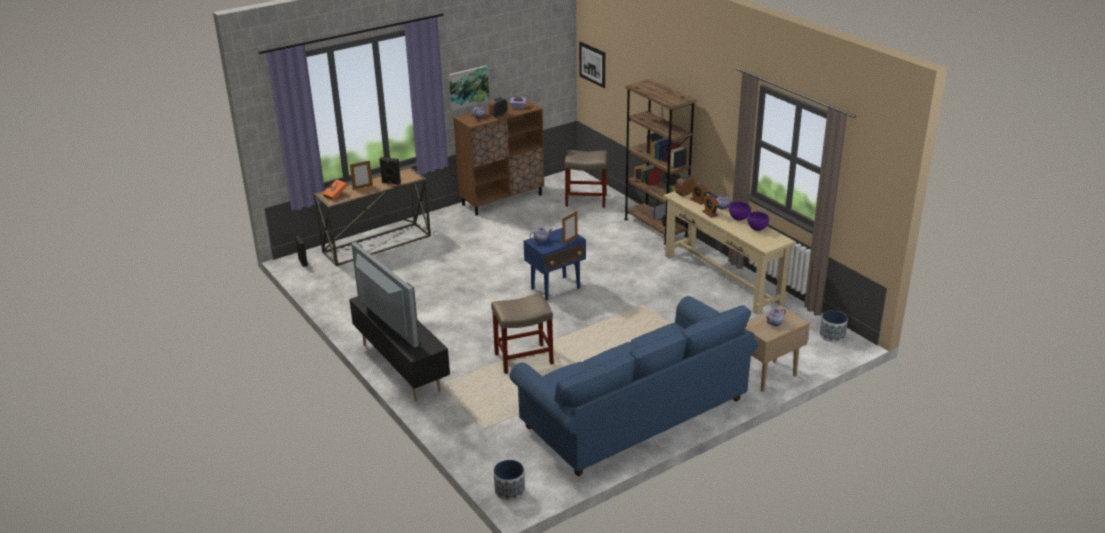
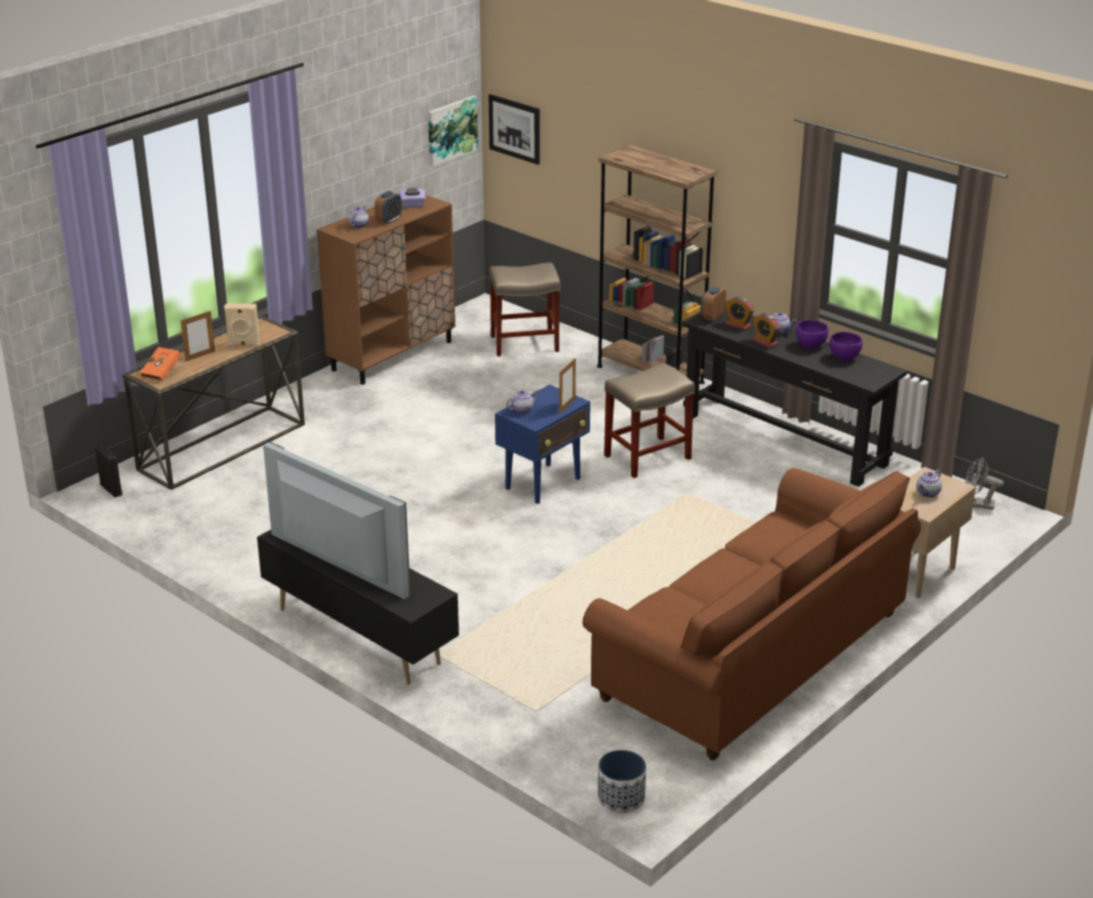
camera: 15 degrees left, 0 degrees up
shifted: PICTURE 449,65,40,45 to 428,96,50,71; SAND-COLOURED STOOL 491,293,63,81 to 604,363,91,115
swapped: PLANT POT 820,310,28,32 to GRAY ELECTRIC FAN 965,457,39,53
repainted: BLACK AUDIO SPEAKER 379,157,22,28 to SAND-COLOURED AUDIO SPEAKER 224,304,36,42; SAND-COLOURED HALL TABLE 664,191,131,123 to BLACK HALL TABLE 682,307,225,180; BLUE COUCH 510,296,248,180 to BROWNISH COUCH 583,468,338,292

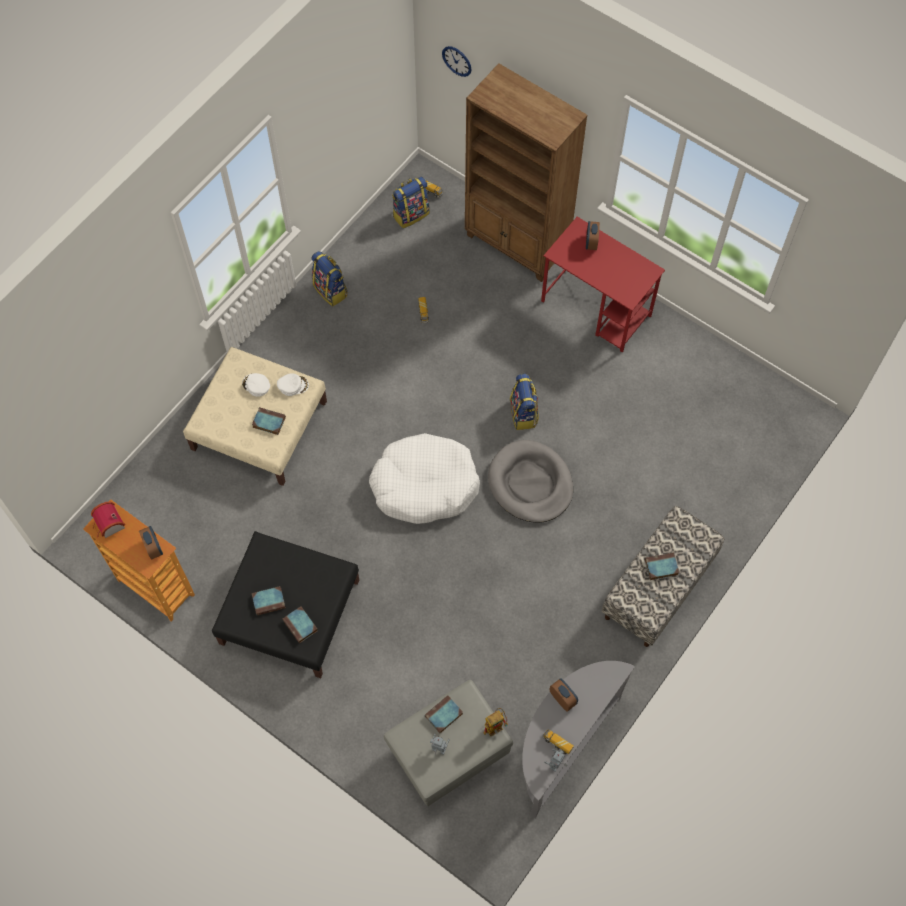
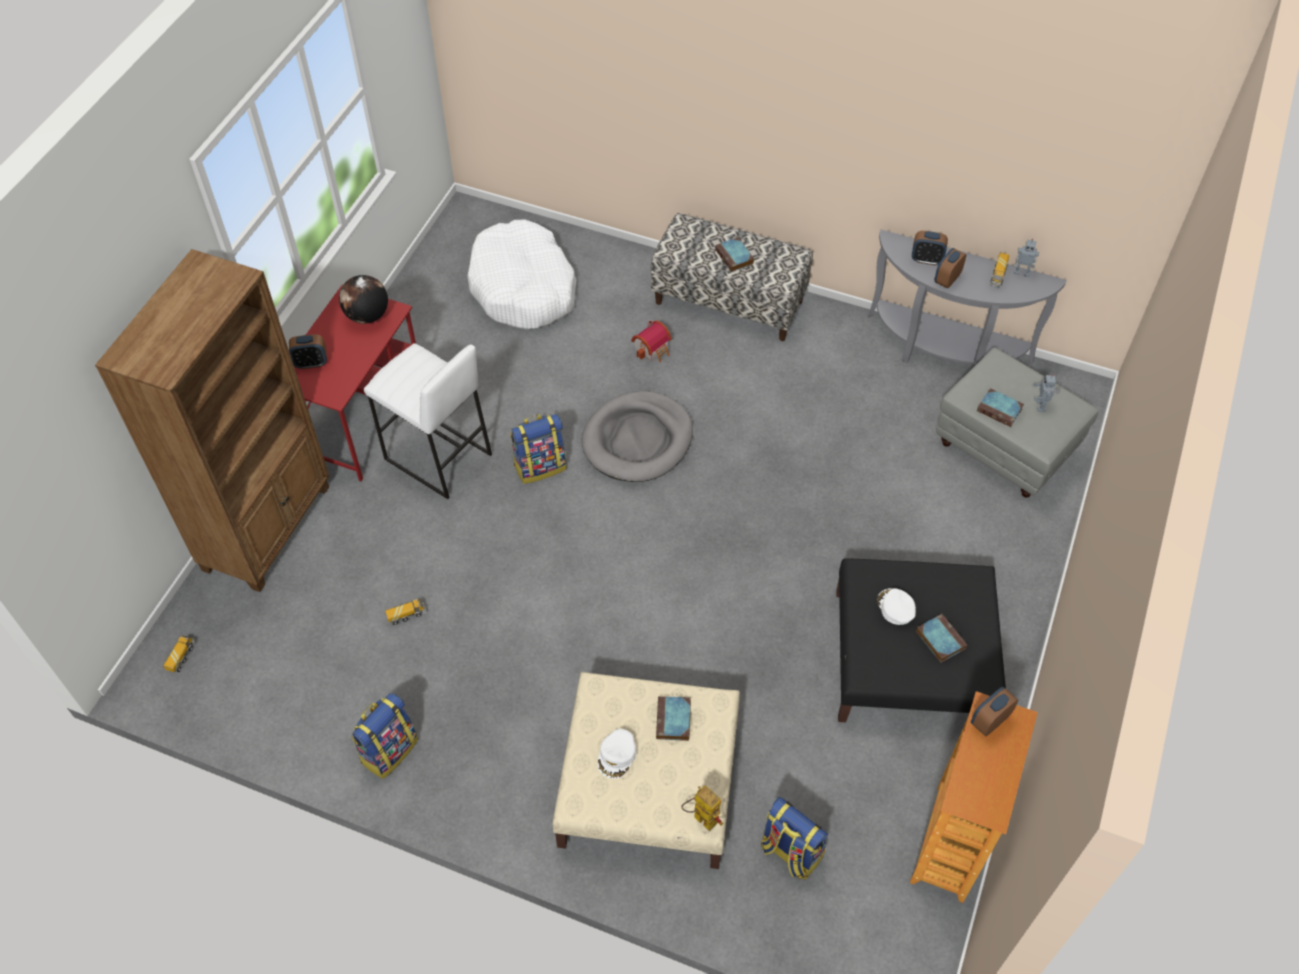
camera: 105 degrees left, 10 degrees down
gone: CLOCK ON THE WALL 442,46,30,31; BOOK 283,606,35,37
new: BEDSIDE CLOCK 912,231,36,34; GLOBE 339,275,49,49; WHITE-COLOURED STOOL 364,343,128,156
shifted: KNAPSACK 392,177,37,51 to 761,797,67,82; WHITE-COLOURED CAP 277,373,32,23 to 877,588,39,37; WHITE-COLOURED PET BED 369,433,111,91 to 467,220,110,109; MINIATURE HOUSE 91,502,34,36 to 631,320,41,42; MODEL ROBOT 484,708,24,29 to 681,786,42,45

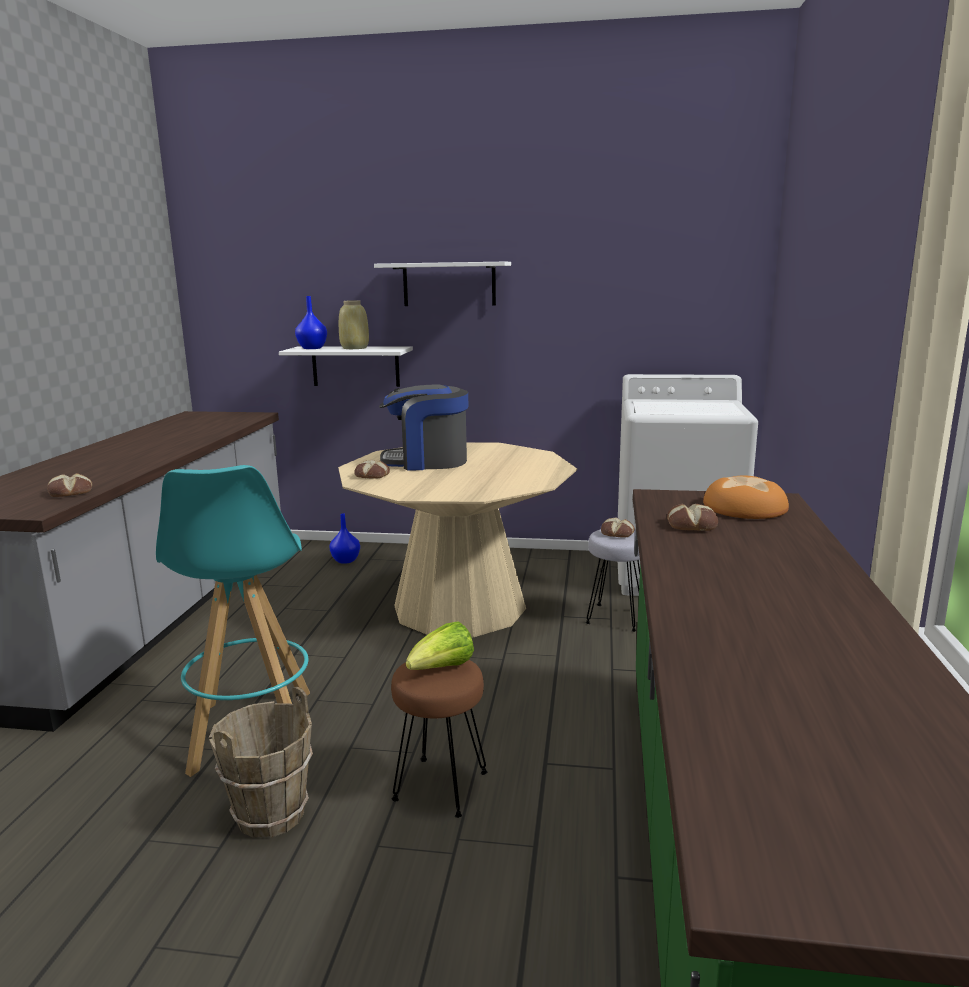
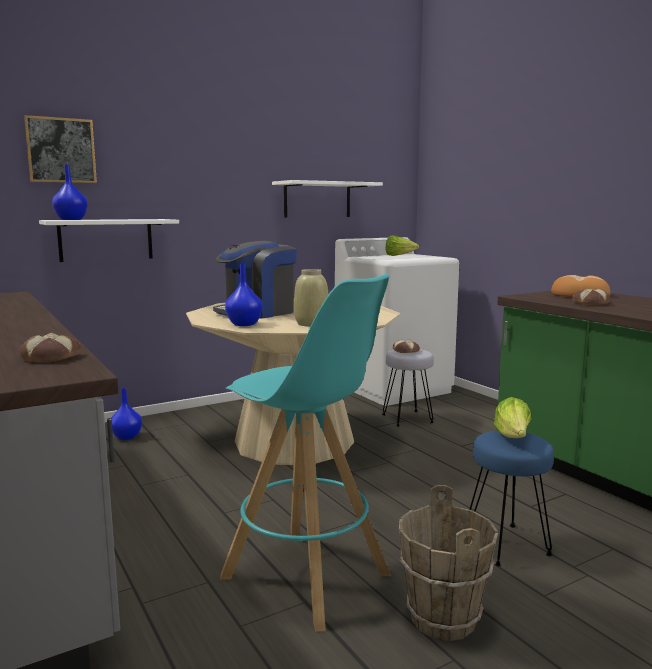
camera: 40 degrees left, 5 degrees down
new: PICTURE 24,115,73,68; HEAD OF LETTUCE 385,235,34,21
shifted: WHITE-COLOURED SHELF 374,262,137,44 to 272,180,111,38; SAND-COLOURED FLOWER VASE 339,300,30,49 to 294,269,34,58
swapped: BAKERY BREAD 354,460,36,19 to BLUE FLOWER VASE 225,264,37,62
repainted: BROWNISH STOOL 391,660,96,158 to BLUE STOOL 469,431,85,136

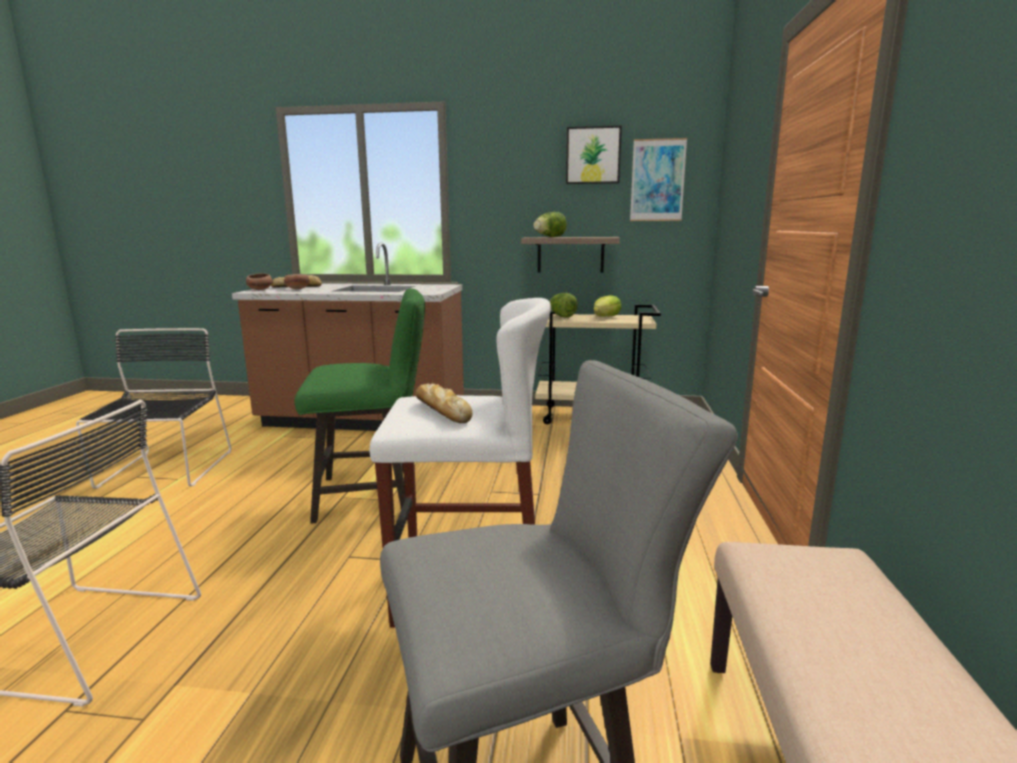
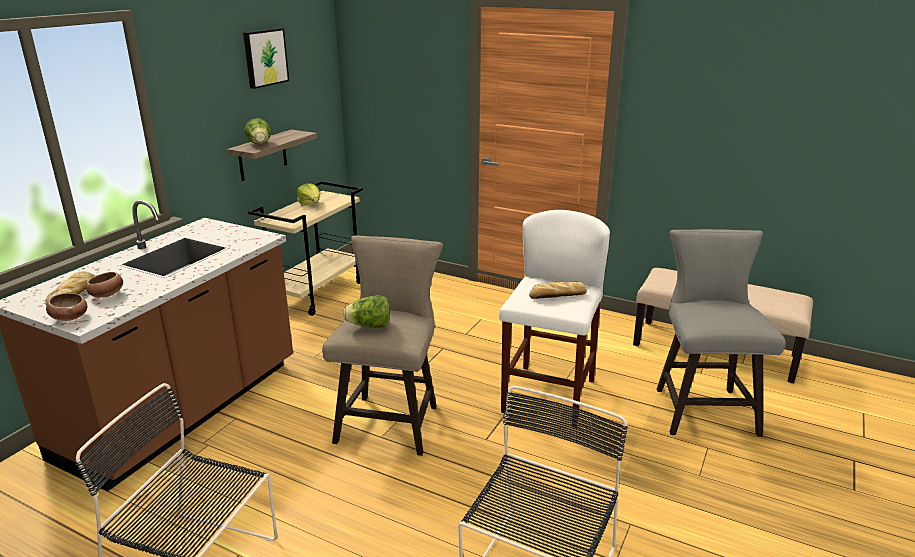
camera: 70 degrees left, 10 degrees up
gone: PICTURE 630,138,57,83
shifted: HEAD OF LETTUCE 550,293,28,25 to 343,295,47,33
repainted: GREENISH STOOL 295,289,130,235 to SAND-COLOURED STOOL 322,235,121,221

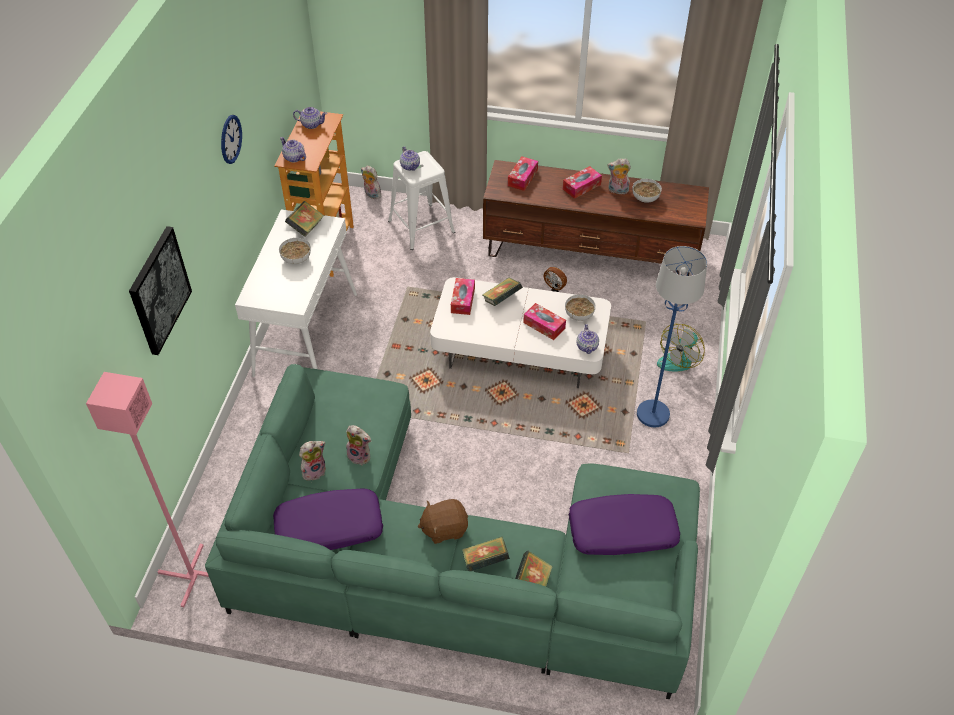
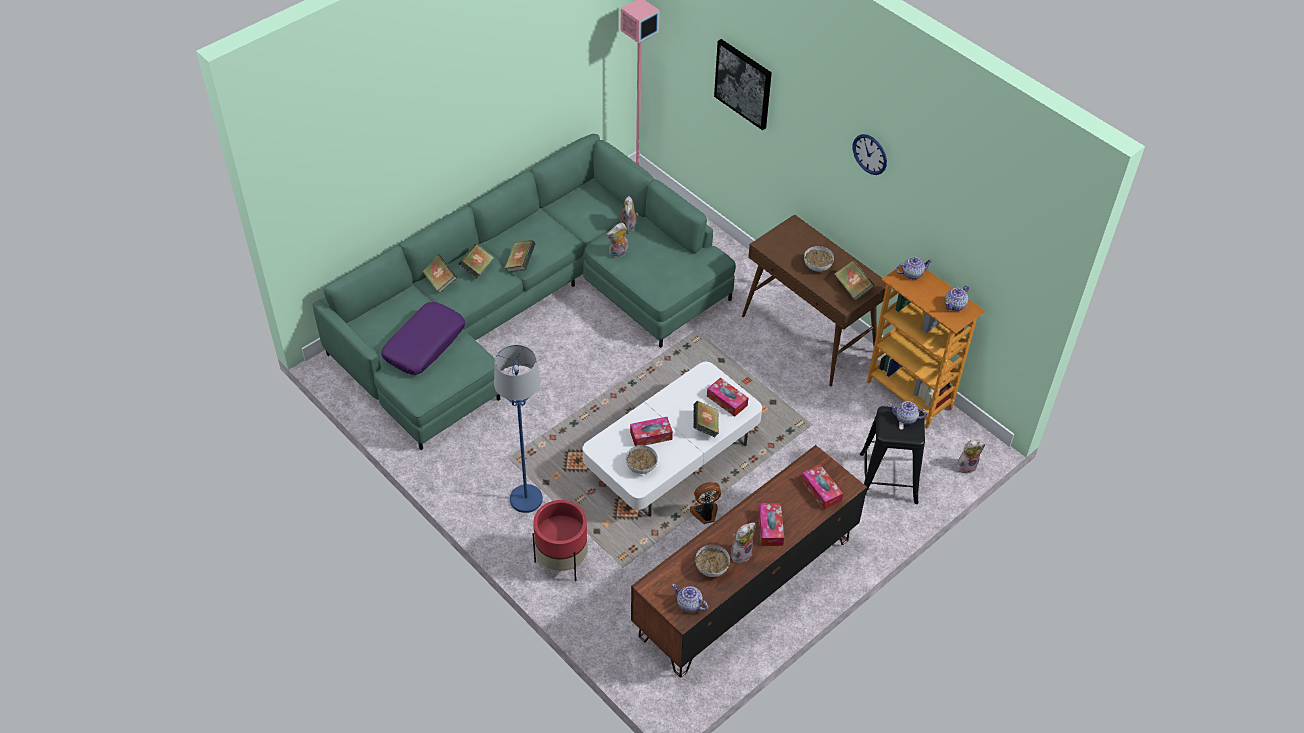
camera: 125 degrees right, 0 degrees up
gone: PURPLE-COLOURED THROW PILLOW 273,489,110,61
shifted: TEA POT 576,324,23,30 to 672,584,36,28
swapped: ELECTRIC FAN 657,324,48,48 to RED-COLOURED PLANT POT 532,500,56,81; BROWNISH CUDDLY TOY 418,499,50,45 to BOOK 504,240,32,32
repainted: WHITE-COLOURED STOOL 388,151,67,99 to BLACK STOOL 860,406,65,98; WHITE-COLOURED HALL TABLE 235,209,122,168 to BROWNISH HALL TABLE 742,214,144,172

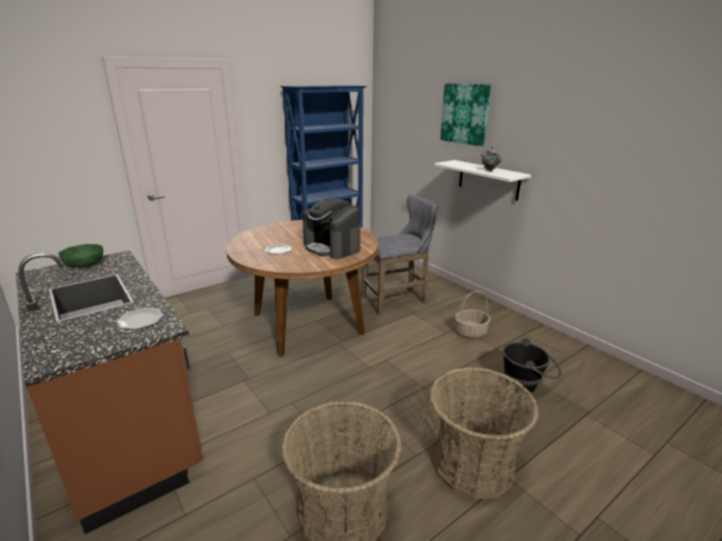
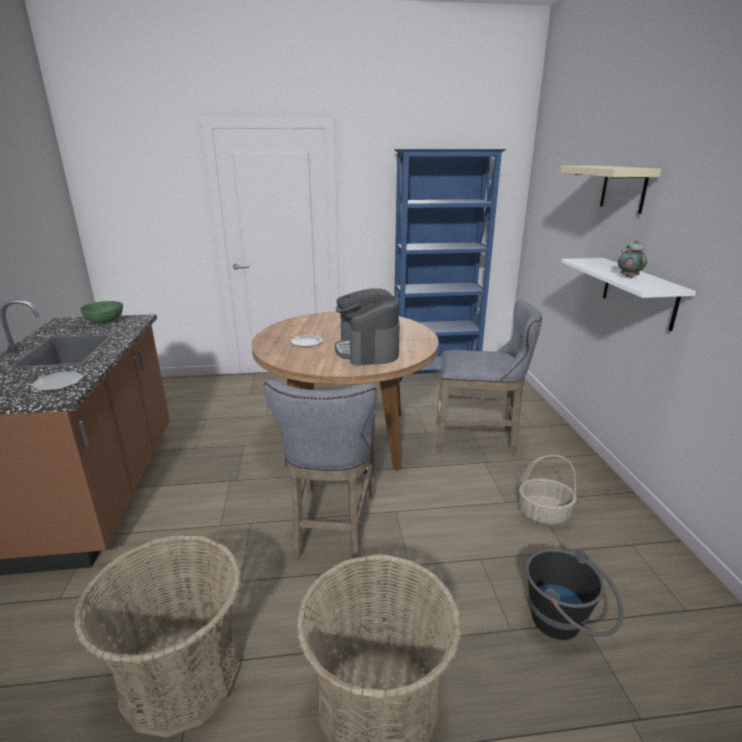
camera: 30 degrees right, 0 degrees up
new: GRAY STOOL 264,380,113,179
swapped: PICTURE 440,83,51,63 to SAND-COLOURED SHELF 560,166,101,48

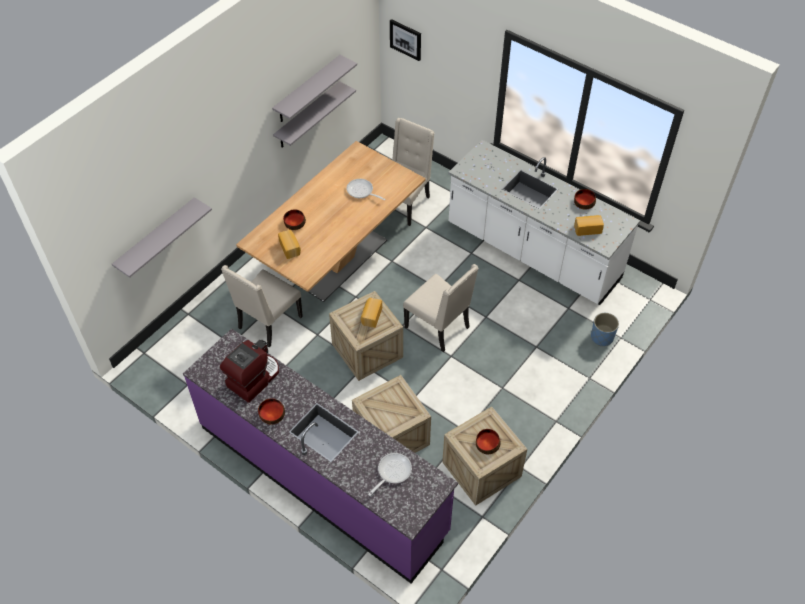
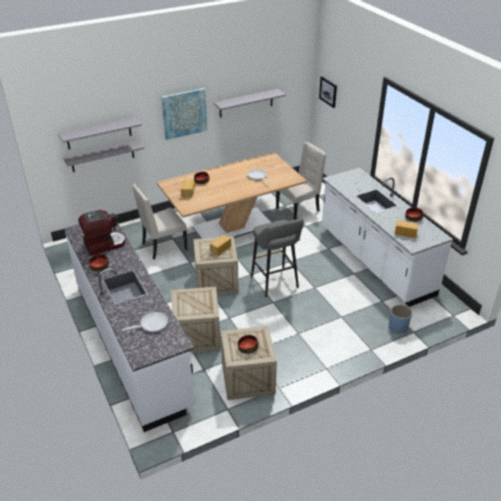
camera: 25 degrees right, 15 degrees down
new: PICTURE 161,88,46,52
shifted: GRAY SHELF 273,81,83,66 to 58,117,84,32
swapped: SAND-COLOURED UPRIGHT CHAIR 403,264,76,88 to GRAY STOOL 251,218,53,79
repainted: PURPLE-COLOURED KITCHEN BASE UNIT 183,328,275,255 to WHITE-COLOURED KITCHEN BASE UNIT 65,222,129,210

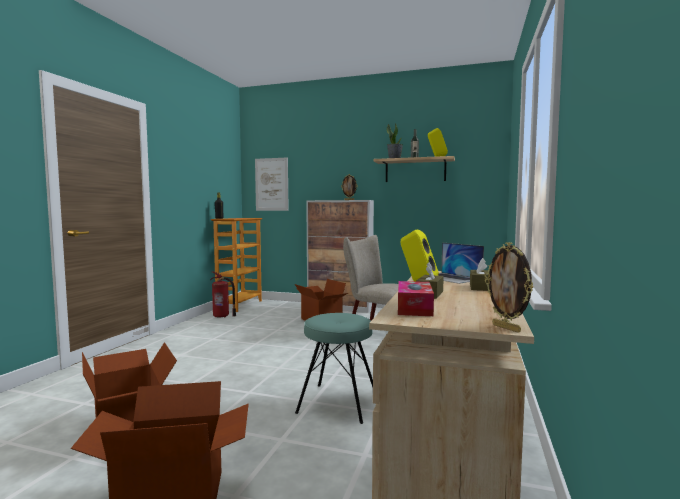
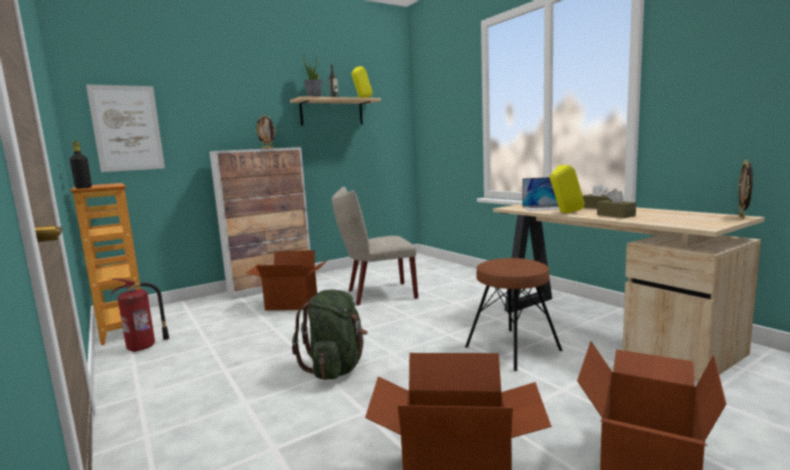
camera: 50 degrees left, 5 degrees up
gone: BOX OF TISSUES 398,281,36,35
new: GREENISH KNAPSACK 292,289,76,91
repainted: TURQUOISE STOOL 295,313,78,111 to BROWNISH STOOL 465,258,97,113
rotated: PICTURE FRAME 485,242,48,90 = 738,159,15,60 105 degrees clockwise

